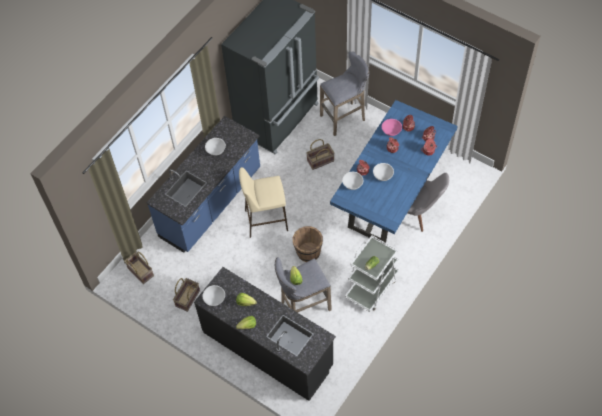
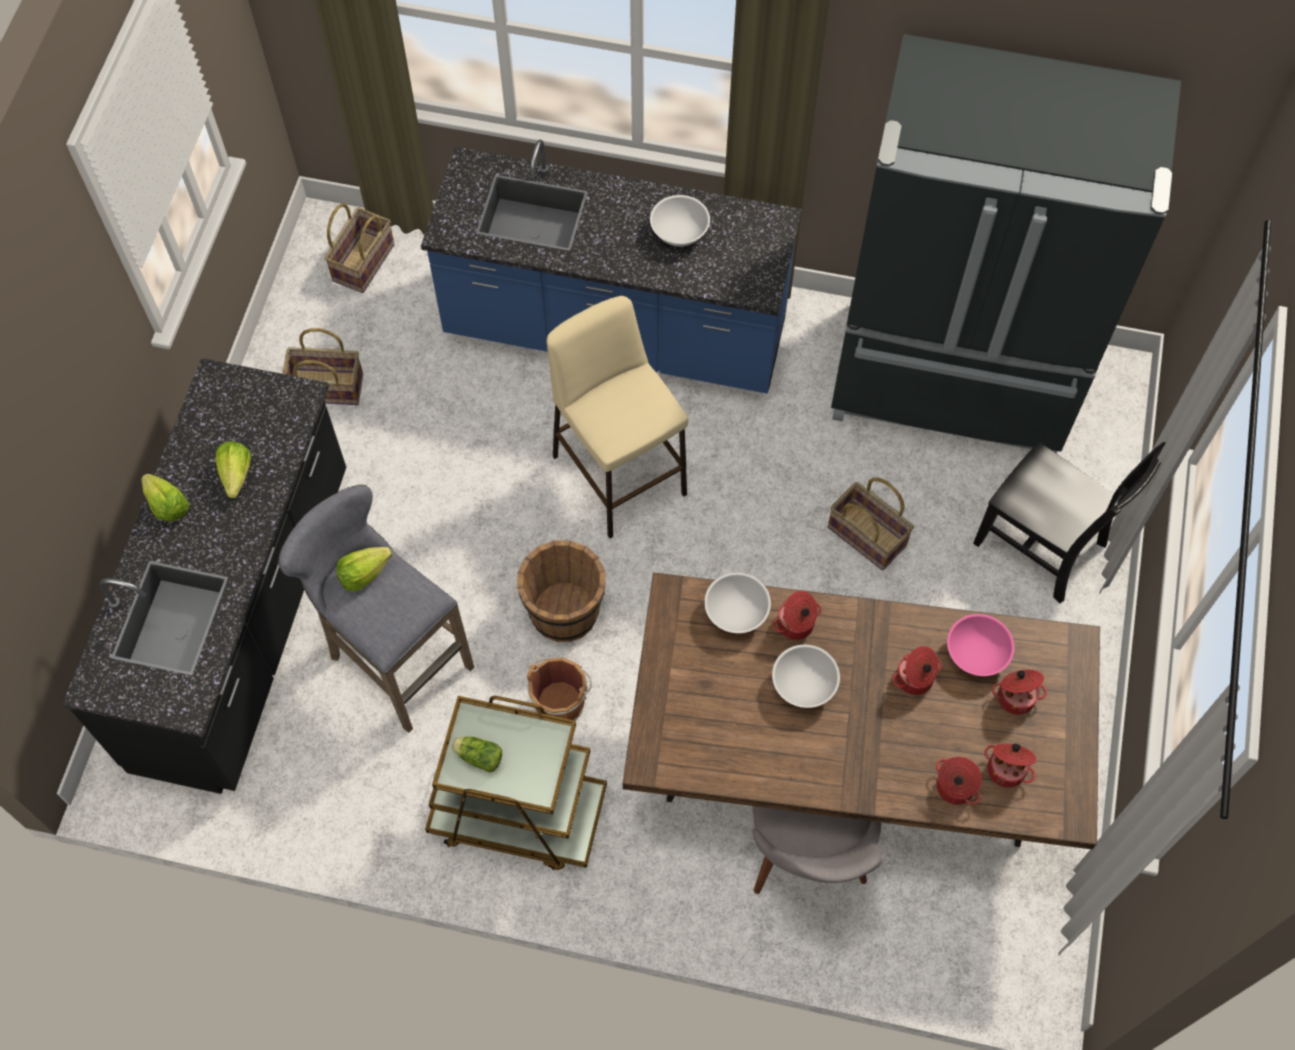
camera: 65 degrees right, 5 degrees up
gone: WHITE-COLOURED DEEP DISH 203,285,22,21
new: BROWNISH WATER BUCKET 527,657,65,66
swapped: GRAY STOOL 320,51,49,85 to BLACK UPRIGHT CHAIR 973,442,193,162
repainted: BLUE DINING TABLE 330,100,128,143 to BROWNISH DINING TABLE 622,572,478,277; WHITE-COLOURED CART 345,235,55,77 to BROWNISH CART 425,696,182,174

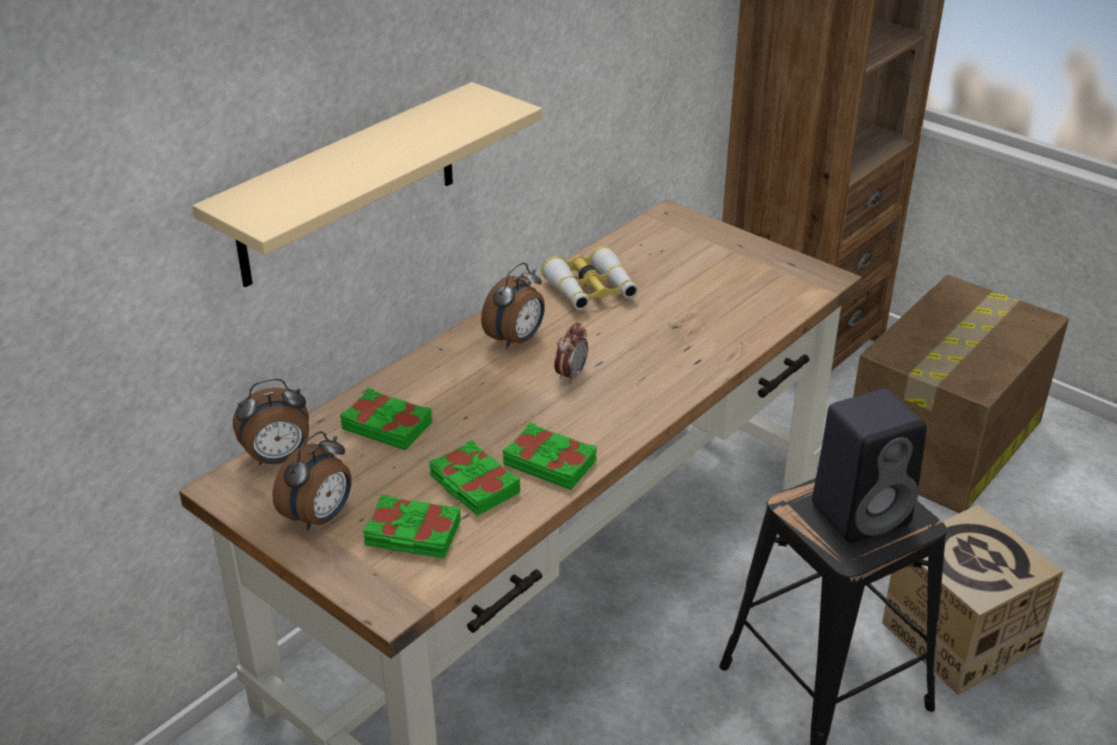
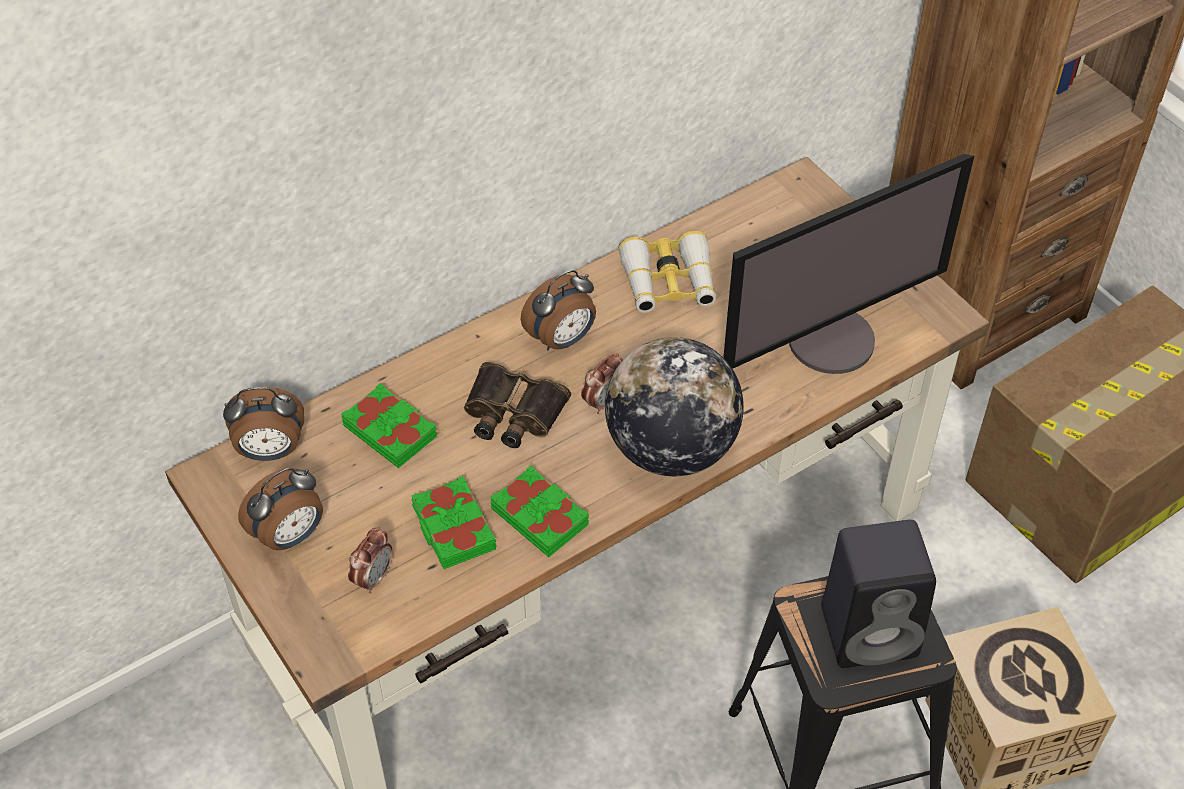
camera: 15 degrees right, 15 degrees up
gone: SAND-COLOURED SHELF 192,82,350,206
new: COMPUTER DISPLAY 723,154,251,220; GLOBE 605,337,139,139; BINOCULARS 464,362,107,86
swapped: GREENISH BOOK 363,494,98,64 to BEDSIDE CLOCK 348,526,44,67

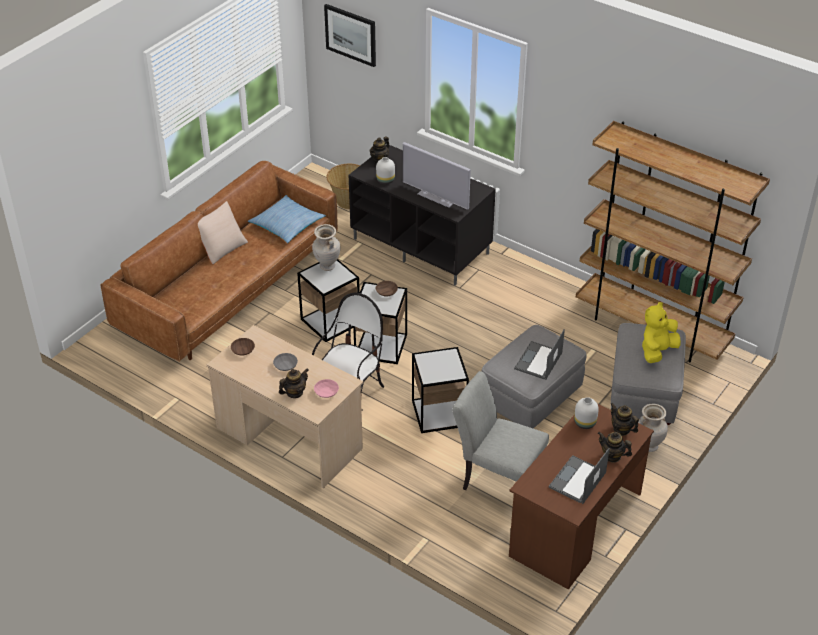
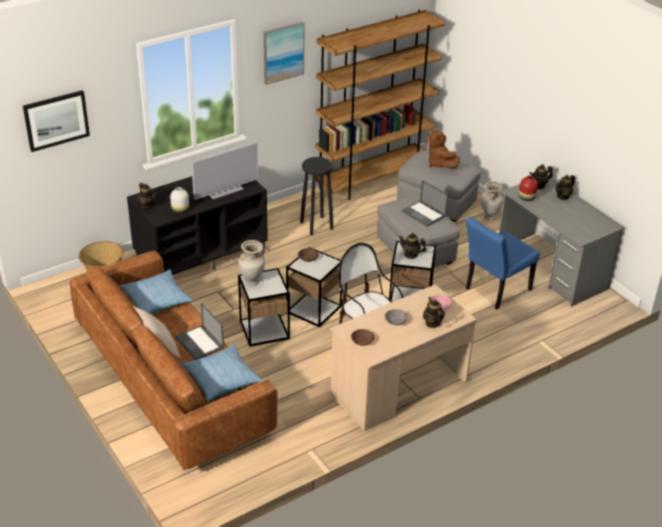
camera: 70 degrees left, 5 degrees down
new: PICTURE 264,22,40,63; BLACK STOOL 300,157,33,78; TEA POT 399,233,27,26; THROW PILLOW 181,344,82,58
shifted: NOTEBOOK COMPUTER 548,448,62,56 to 175,303,49,57
repainted: YELLOW CUDDLY TOY 642,302,39,61 to BROWNISH CUDDLY TOY 428,129,32,40; GRAY UPRIGHT CHAIR 452,371,97,119 to BLUE UPRIGHT CHAIR 465,217,75,93; WHITE-COLOURED FLOWER VASE 574,397,25,32 to RED-COLOURED FLOWER VASE 519,176,19,25; BROWNISH DESK 509,404,145,186 to GRAY DESK 499,179,125,128

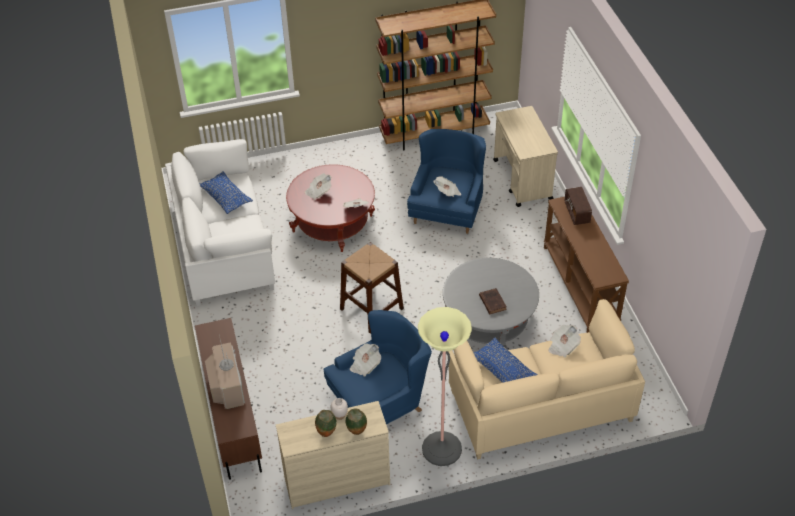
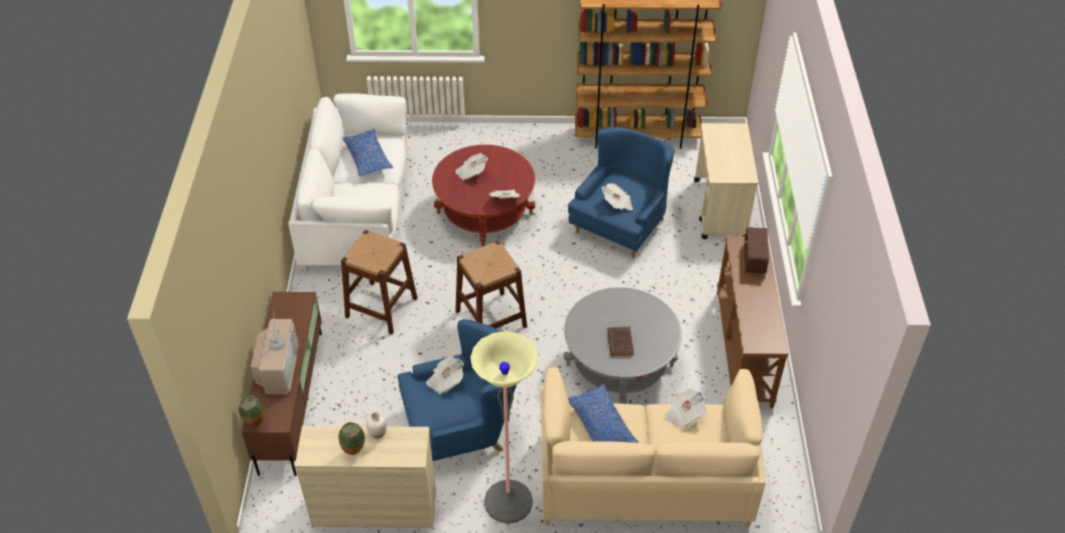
camera: 15 degrees right, 0 degrees up
new: BROWNISH STOOL 341,230,77,104
shifted: FLOWER VASE 346,409,21,26 to 239,395,26,31

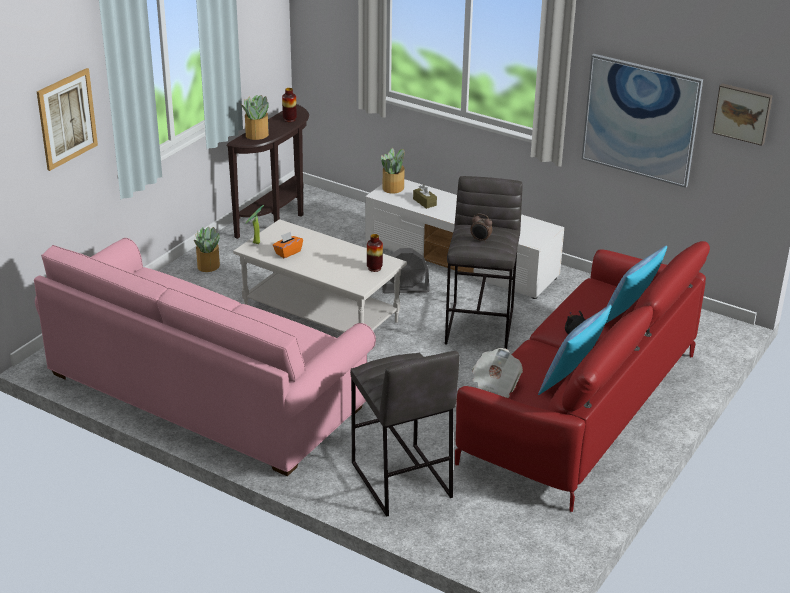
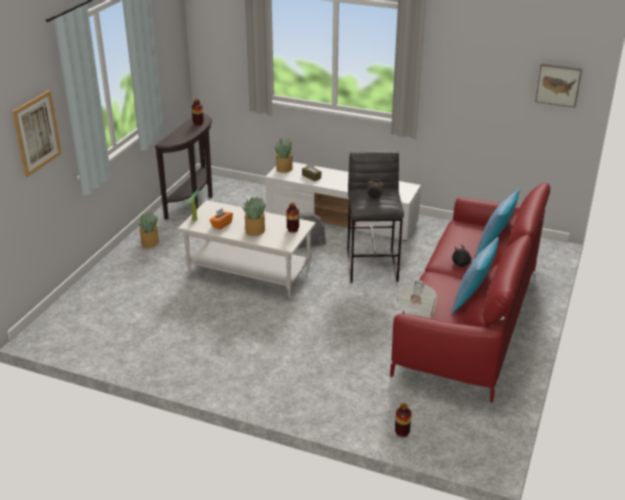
camera: 10 degrees left, 0 degrees up
gone: PICTURE 582,54,121,134; PINK-COLOURED COUCH 34,238,342,238; GRAY STOOL 350,351,109,166
new: FLOWER VASE 395,403,17,34
shifted: HOUSEPLANT 241,95,28,45 to 242,197,24,39

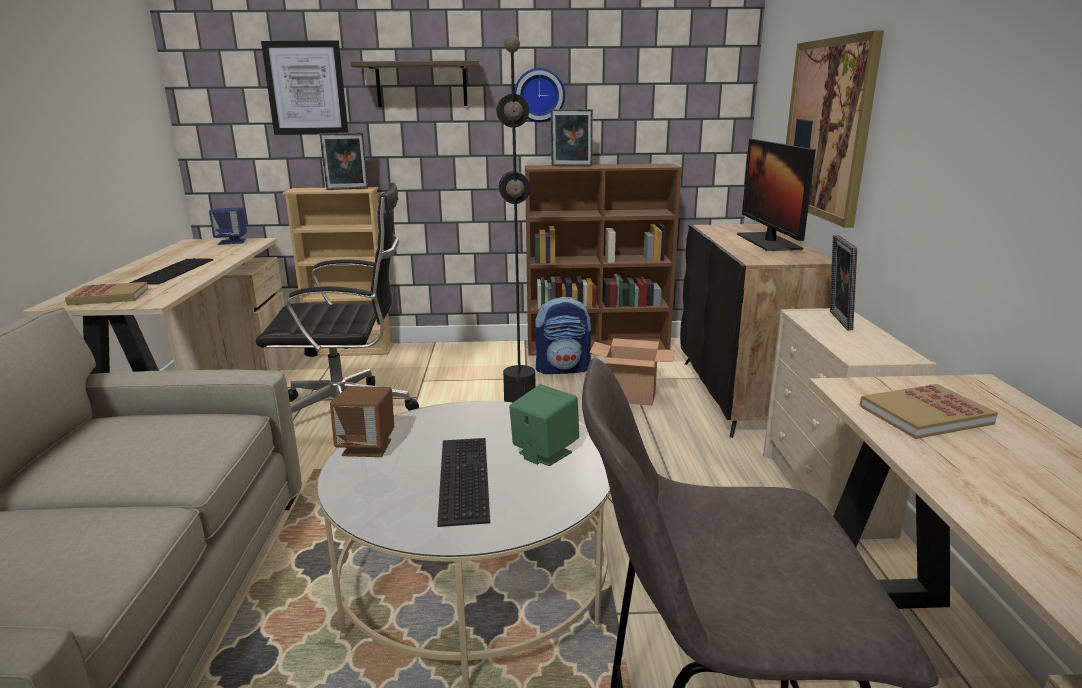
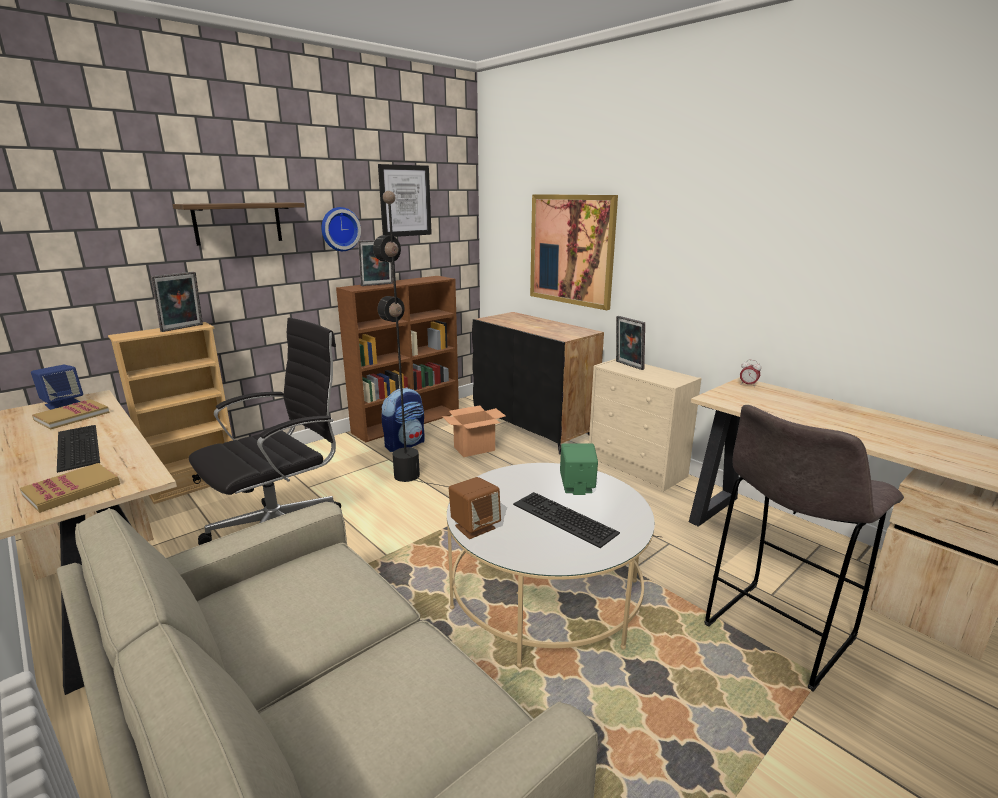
camera: 40 degrees left, 0 degrees up
gone: COMPUTER DISPLAY 737,139,79,112
new: BEDSIDE CLOCK 740,360,21,27
shifted: PICTURE 261,40,87,95 to 378,164,54,73; BOOK 860,384,138,55 to 32,399,78,30

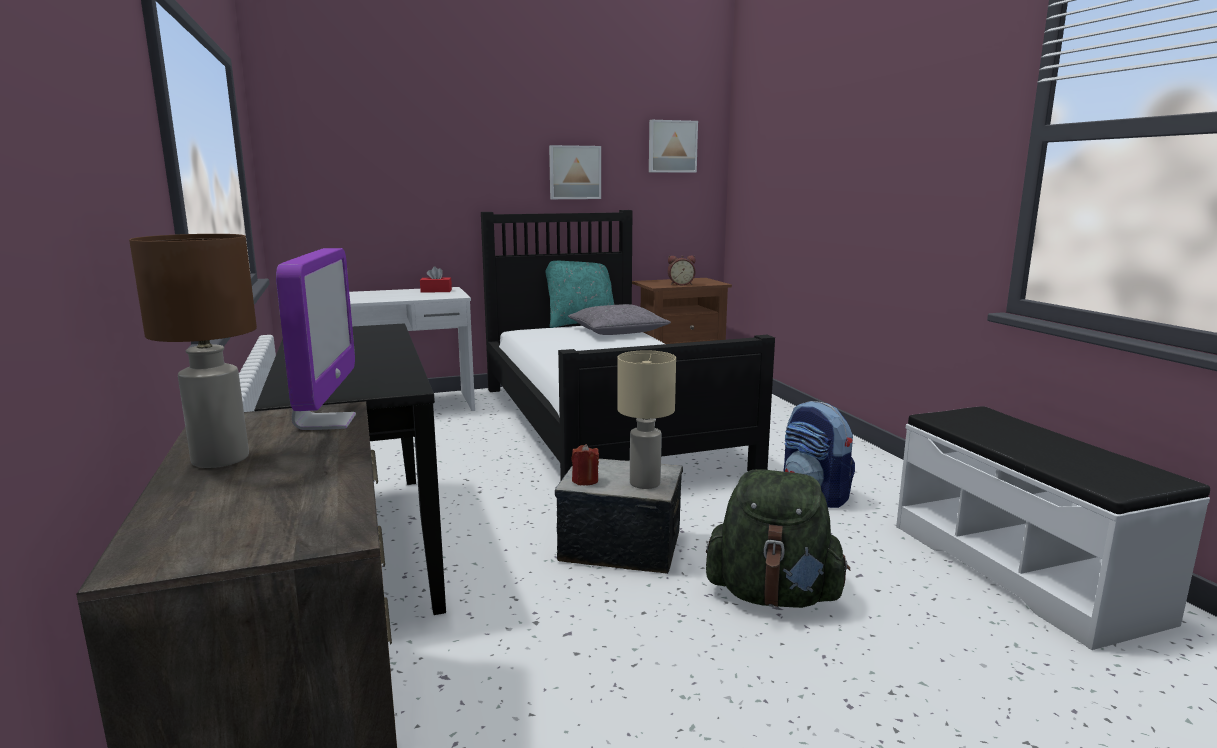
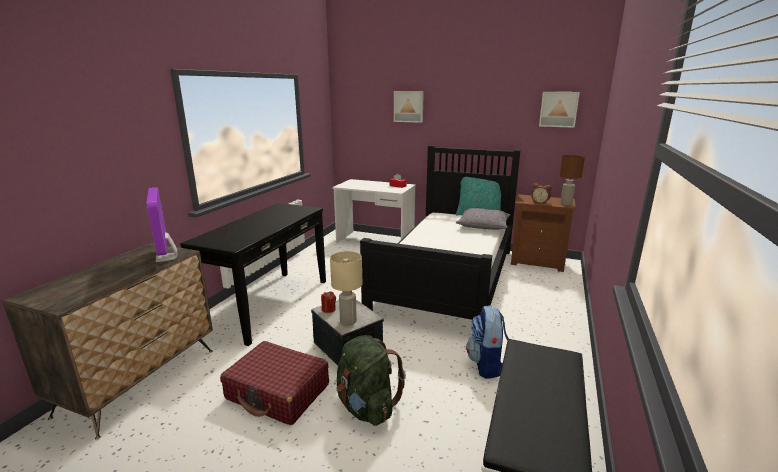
camera: 40 degrees right, 5 degrees up
new: RED-COLOURED PIECE OF LUGGAGE 220,341,109,84
shifted: PICTURE 549,145,52,54 to 394,91,30,32; BROWNISH LAMP FOR A TABLE 129,234,128,234 to 559,155,26,51
rotated: COMPUTER DISPLAY 276,248,80,182 = 146,187,32,75 120 degrees clockwise

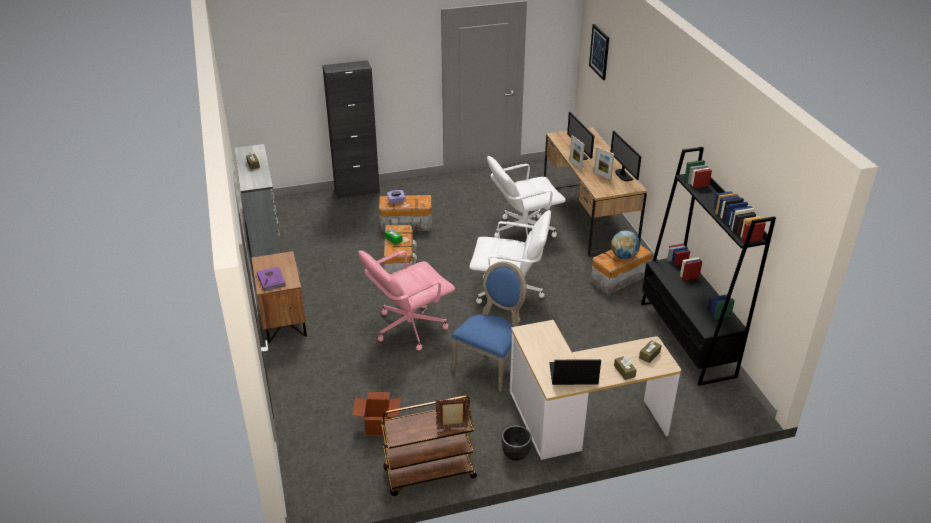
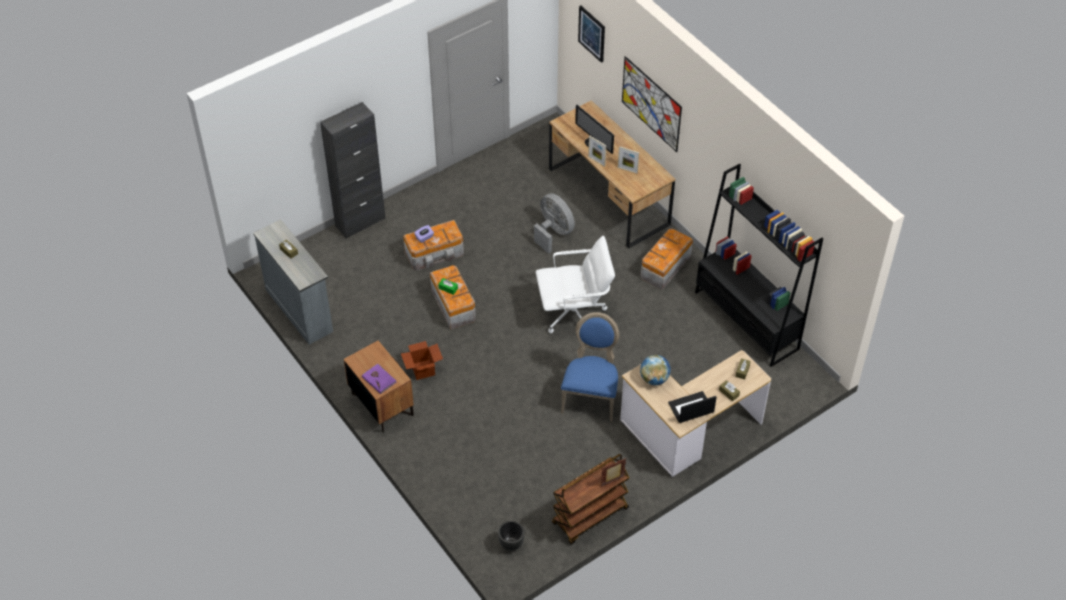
camera: 20 degrees left, 15 degrees up
gone: COMPUTER DISPLAY 611,131,31,50; PINK-COLOURED OFFICE CHAIR 358,250,97,101
new: PICTURE 622,56,60,96
shifted: GLOBE 611,231,29,28 to 640,355,31,30; CARTON 352,392,49,43 to 401,341,42,39; BLACK PLANT POT 501,425,31,36 to 498,521,26,30
swapped: WHITE-COLOURED OFFICE CHAIR 487,156,79,82 to GRAY ELECTRIC FAN 534,193,41,61

